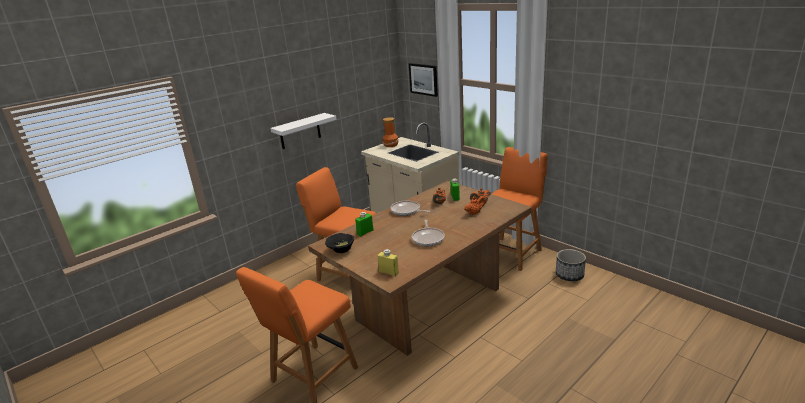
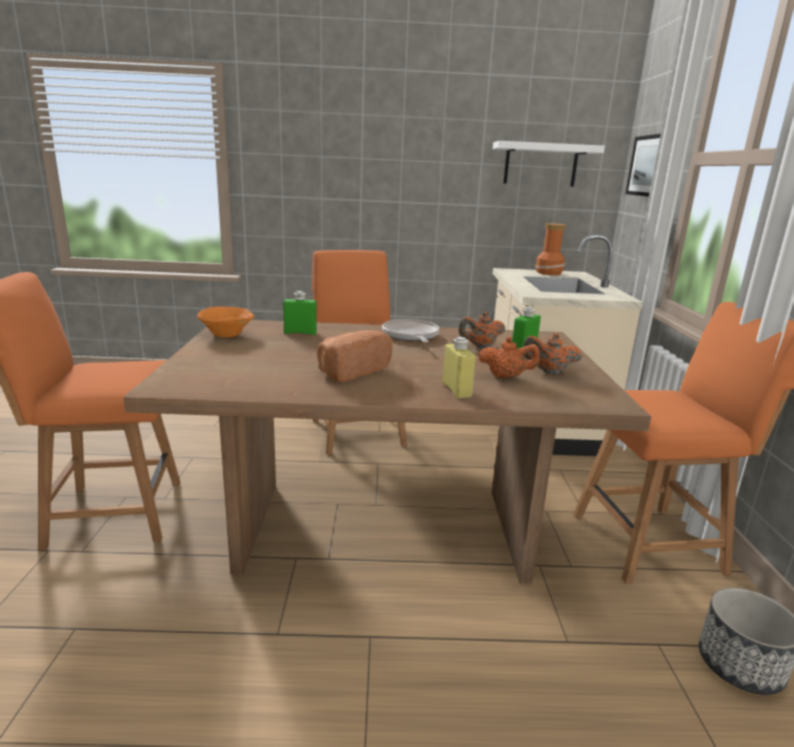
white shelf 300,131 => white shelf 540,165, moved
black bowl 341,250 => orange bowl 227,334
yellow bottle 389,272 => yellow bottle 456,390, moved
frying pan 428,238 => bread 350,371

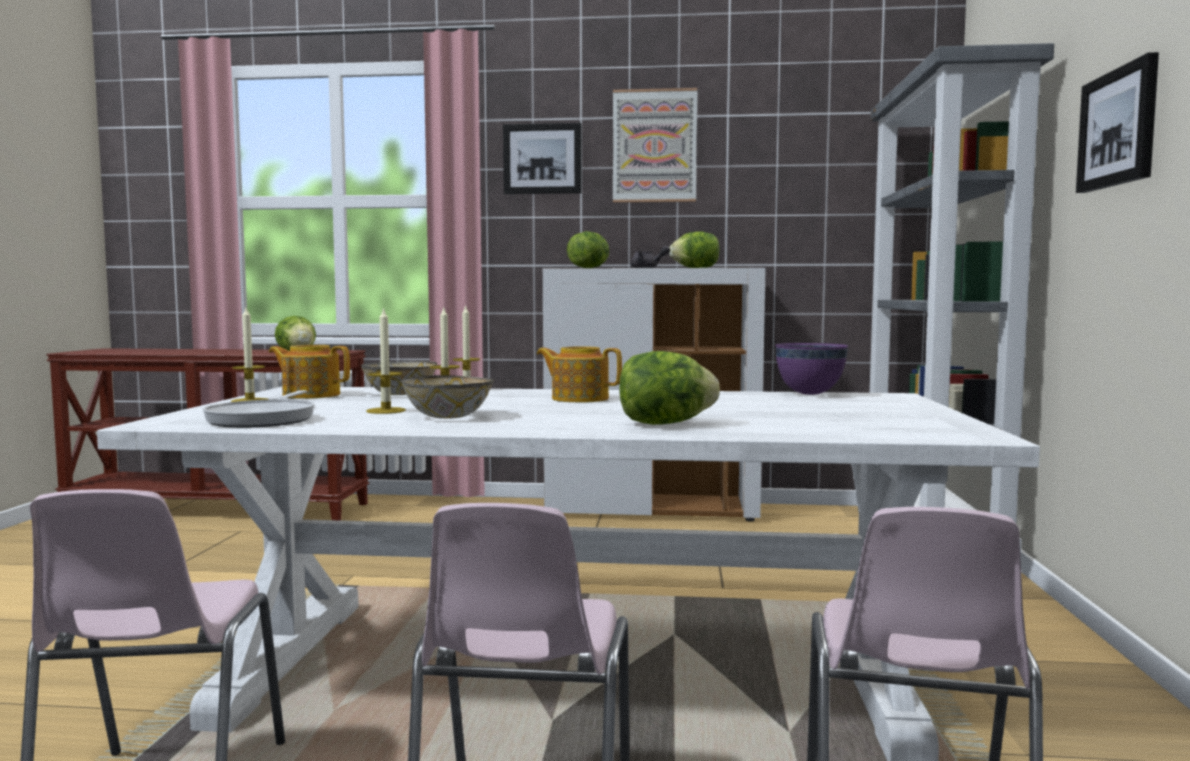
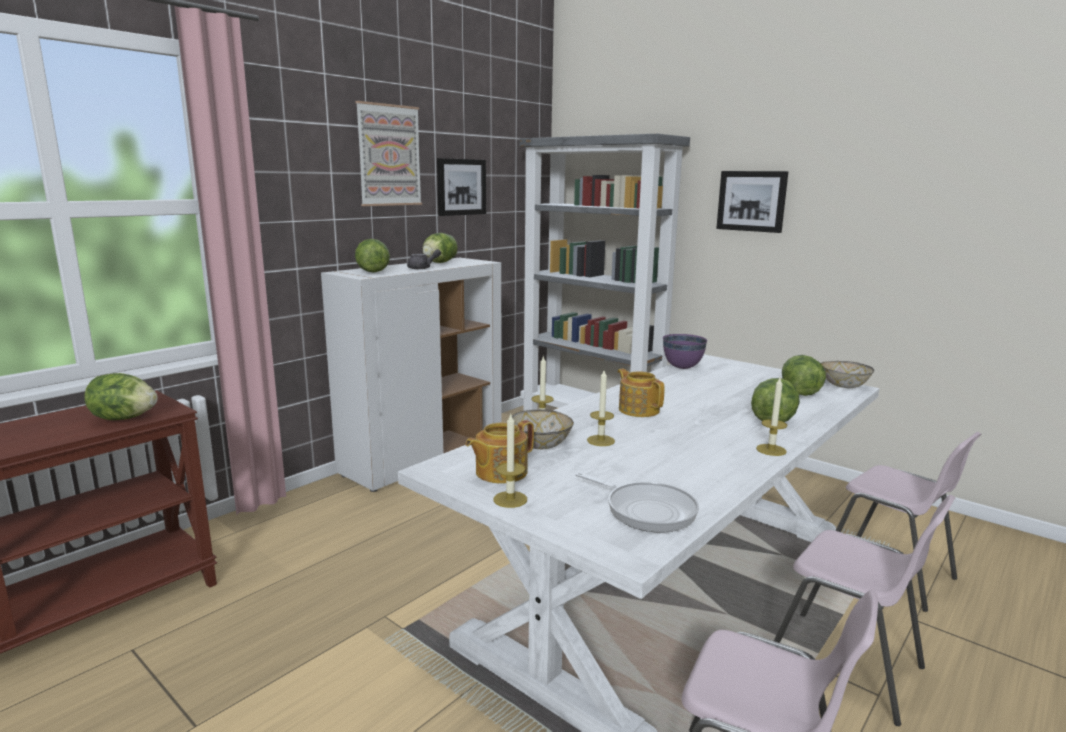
candle 386,411 => candle 771,450, moved
bowl 448,417 => bowl 844,386, moved
picture 542,159 => picture 460,187, moved
teapot 579,399 => teapot 638,410, 90 degrees clockwise
nothing => lettuce 799,392

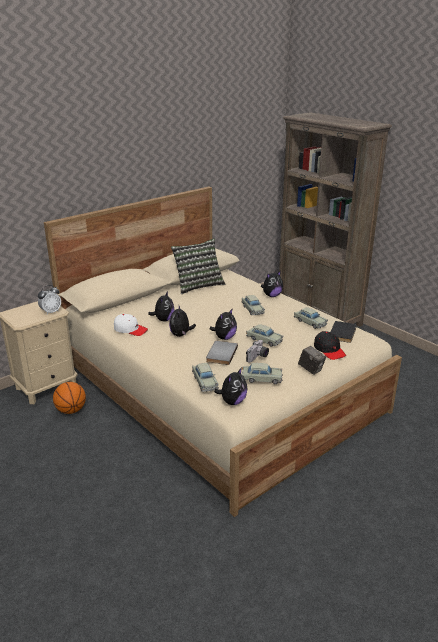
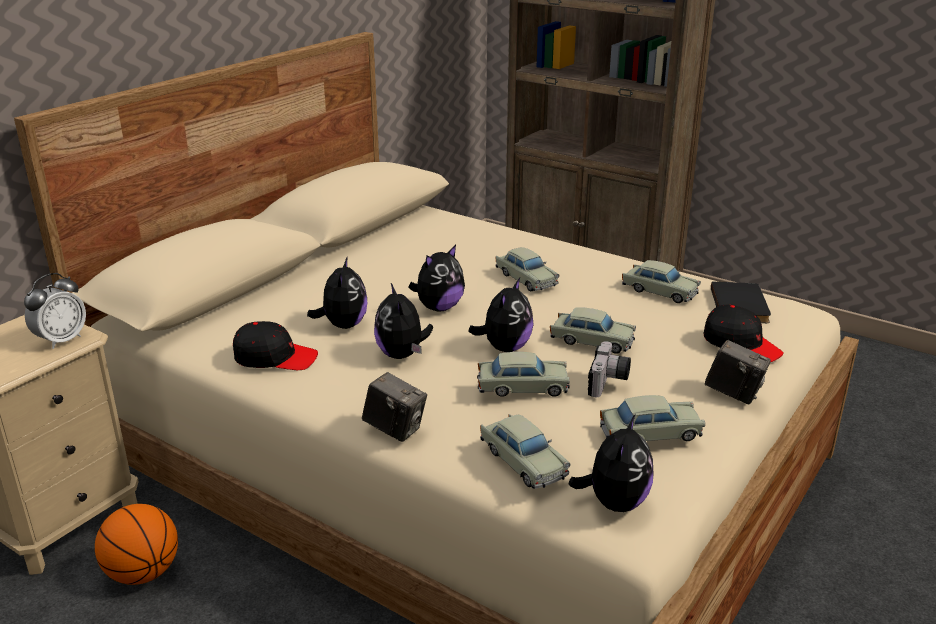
white cap 130,329 => black cap 275,357
pillow 198,285 => nothing
grey book 220,354 => beige toy car 522,387
plush toy 271,295 => plush toy 439,307, moved
nothing => photo camera 395,429

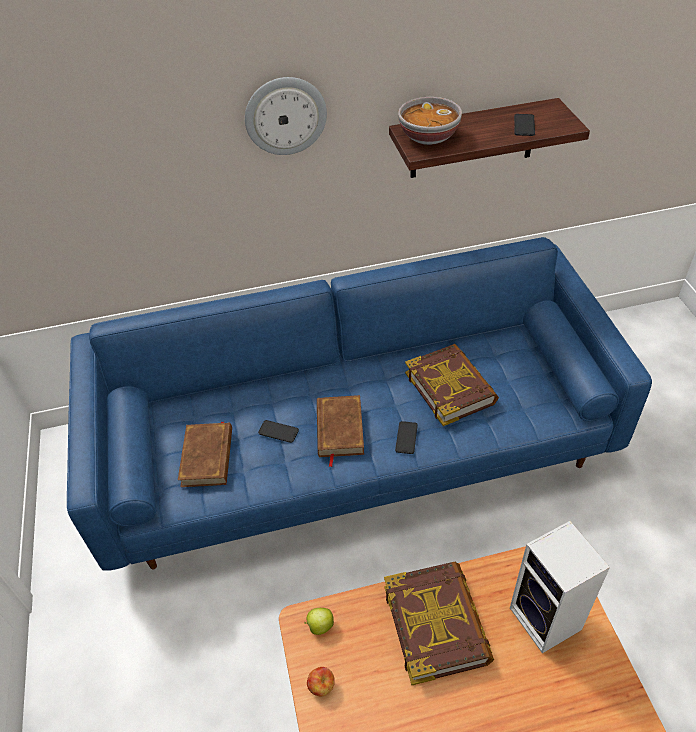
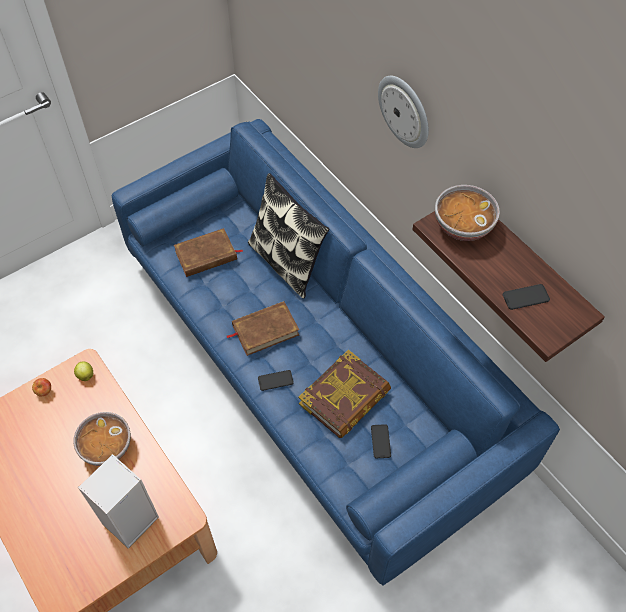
phone 278,431 => phone 380,441, moved
book 436,624 => bowl 106,447
nothing => pillow 287,262

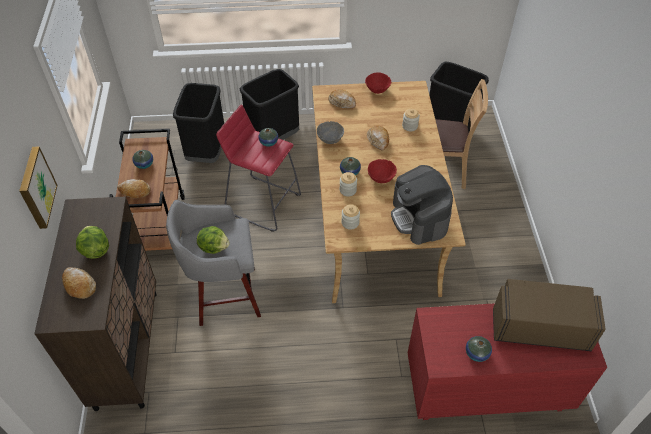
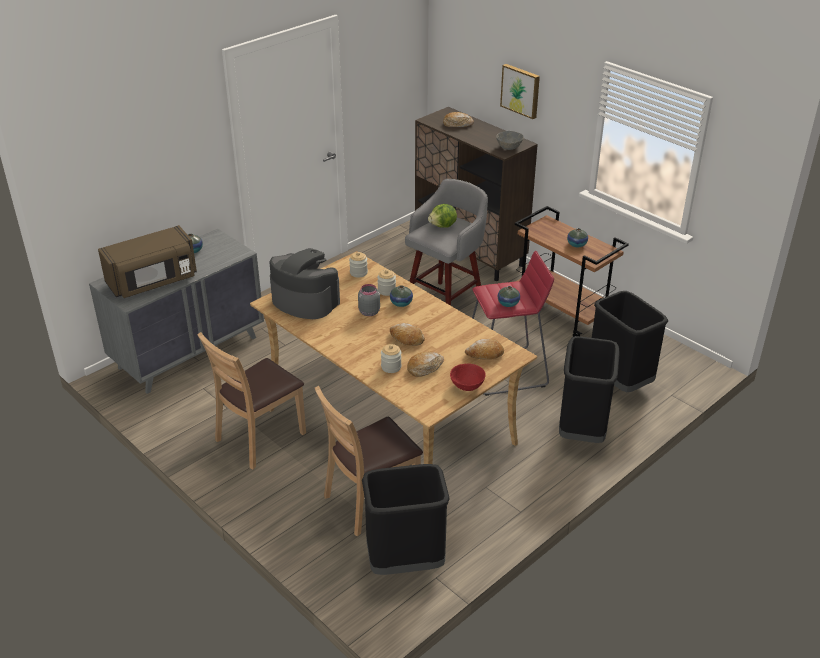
lettuce 95,250 => nothing
bread 135,192 => bread 425,368, moved
grey bowl 330,139 => grey bowl 509,147, moved
red bowl 381,178 => grey jar 368,312
red dresser 485,388 => grey dresser 189,352
nothing => brown chair 260,438

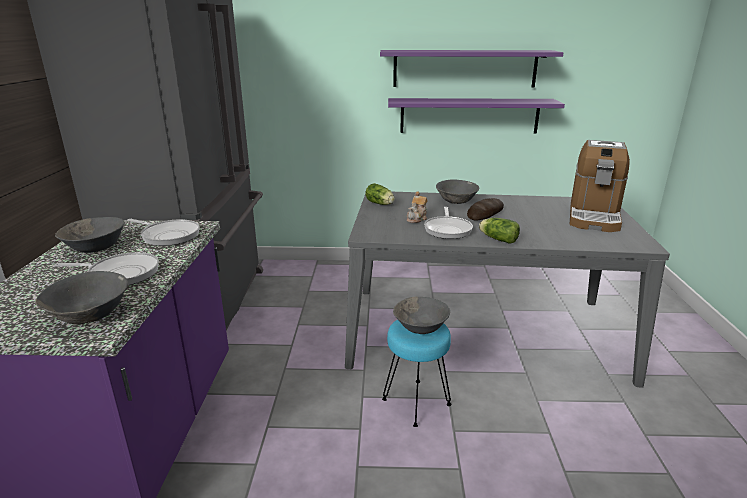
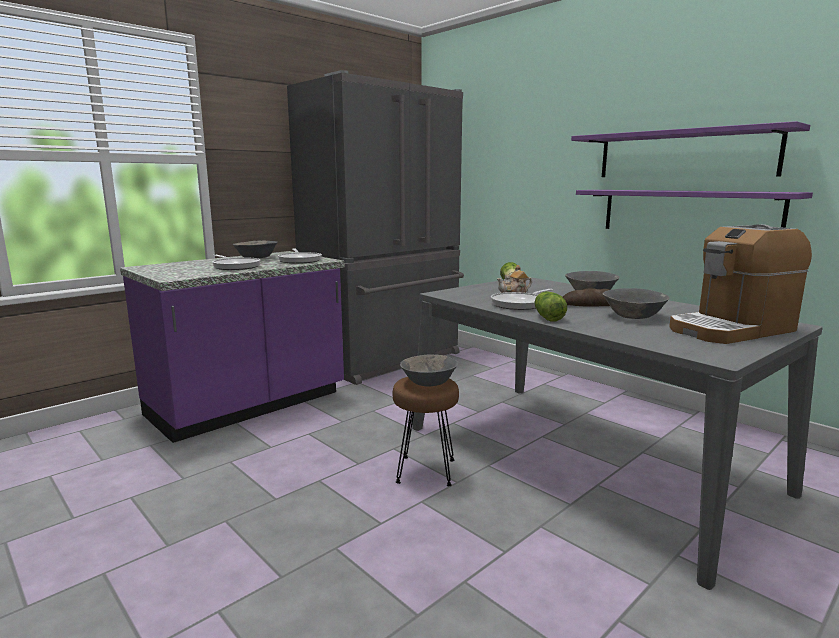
grey bowl 89,314 => grey bowl 633,316, moved
turquoise stool 415,402 => brown stool 425,471

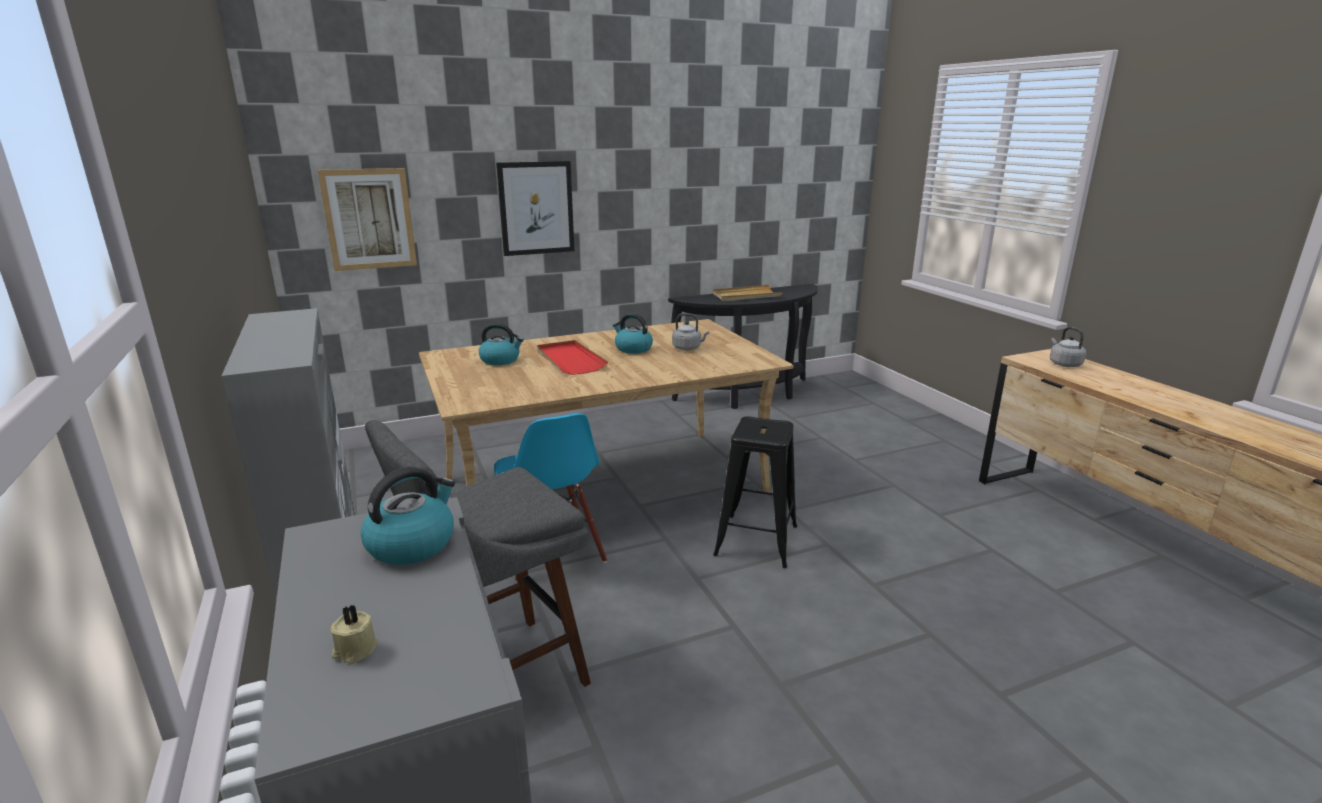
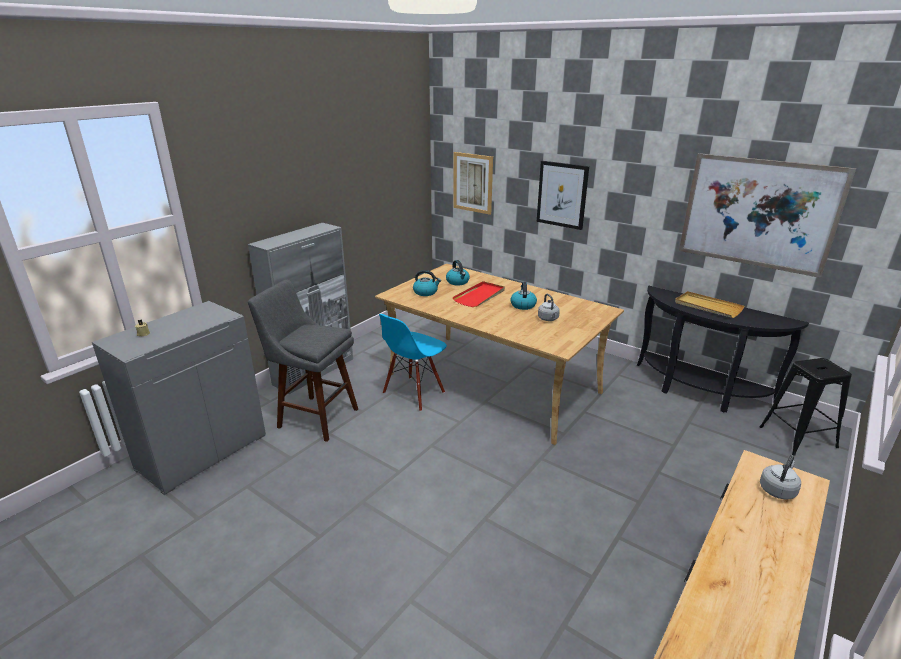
kettle 412,544 => kettle 426,292, moved
black stool 756,540 => black stool 797,437, moved
nothing => picture 758,213

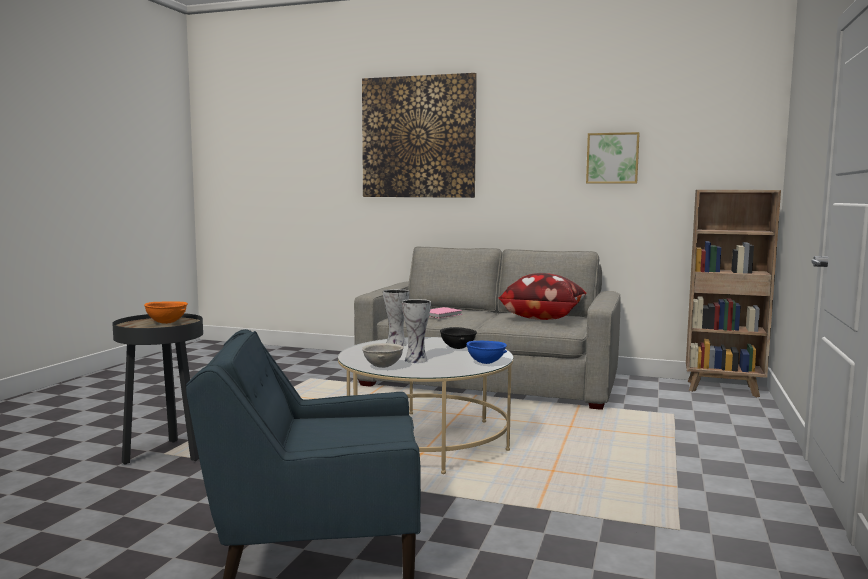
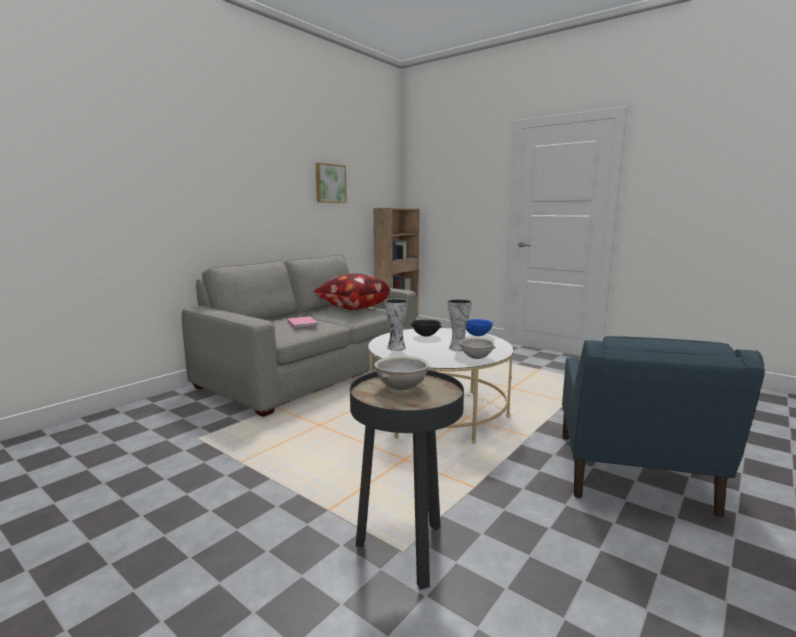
orange bowl 167,323 => grey bowl 400,388
picture 418,137 => nothing

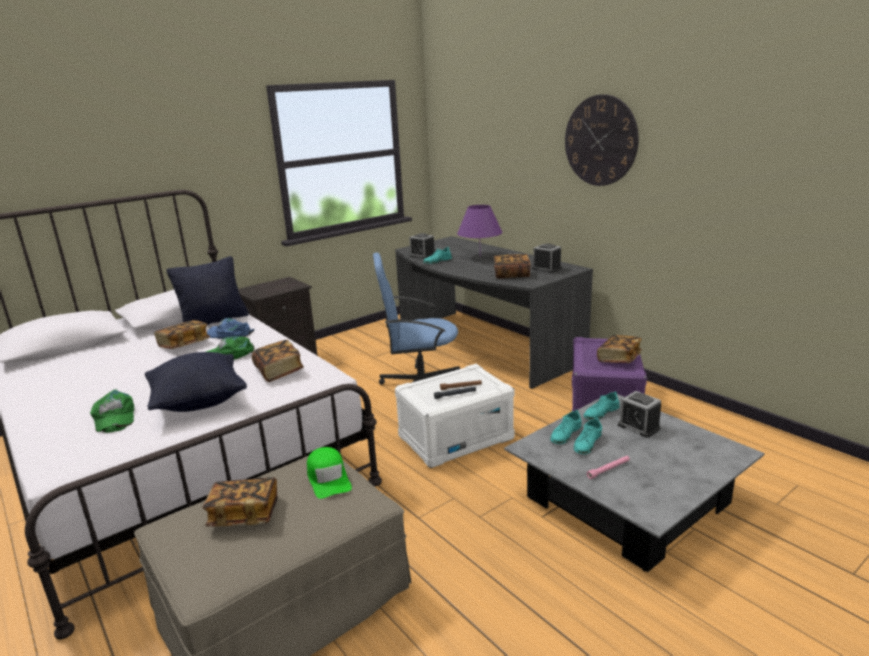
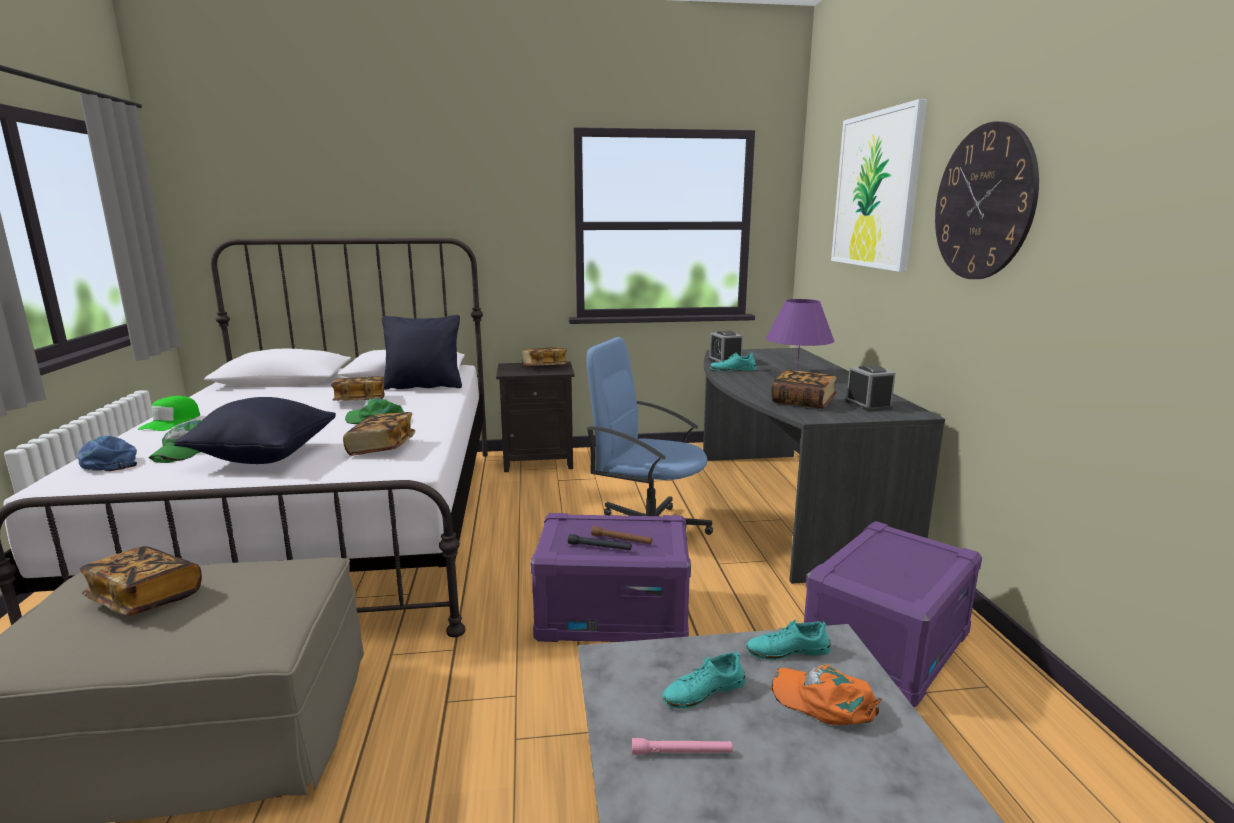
blue cap 229,334 => blue cap 109,461, moved
green cap 328,478 => green cap 171,422, moved
white storage box 456,437 => purple storage box 614,613
turquoise shoe 565,434 => nothing
book 619,358 => book 544,367, moved
alarm clock 638,427 => orange cap 824,701
nothing => picture 876,190

